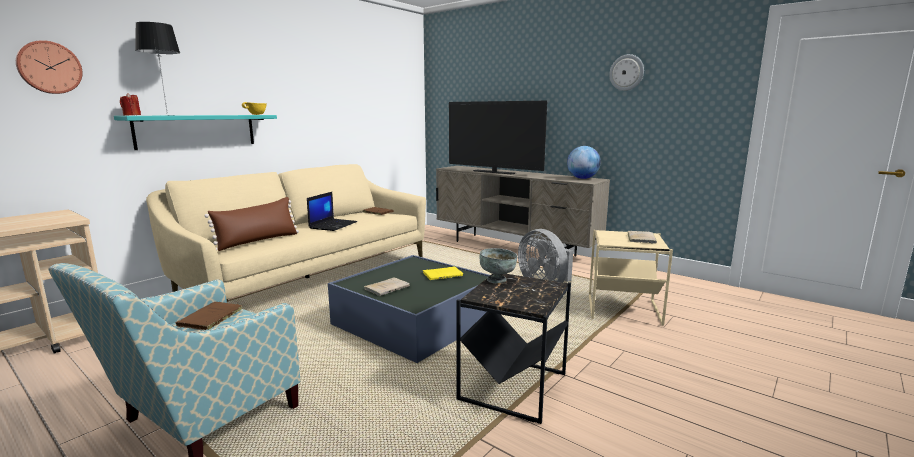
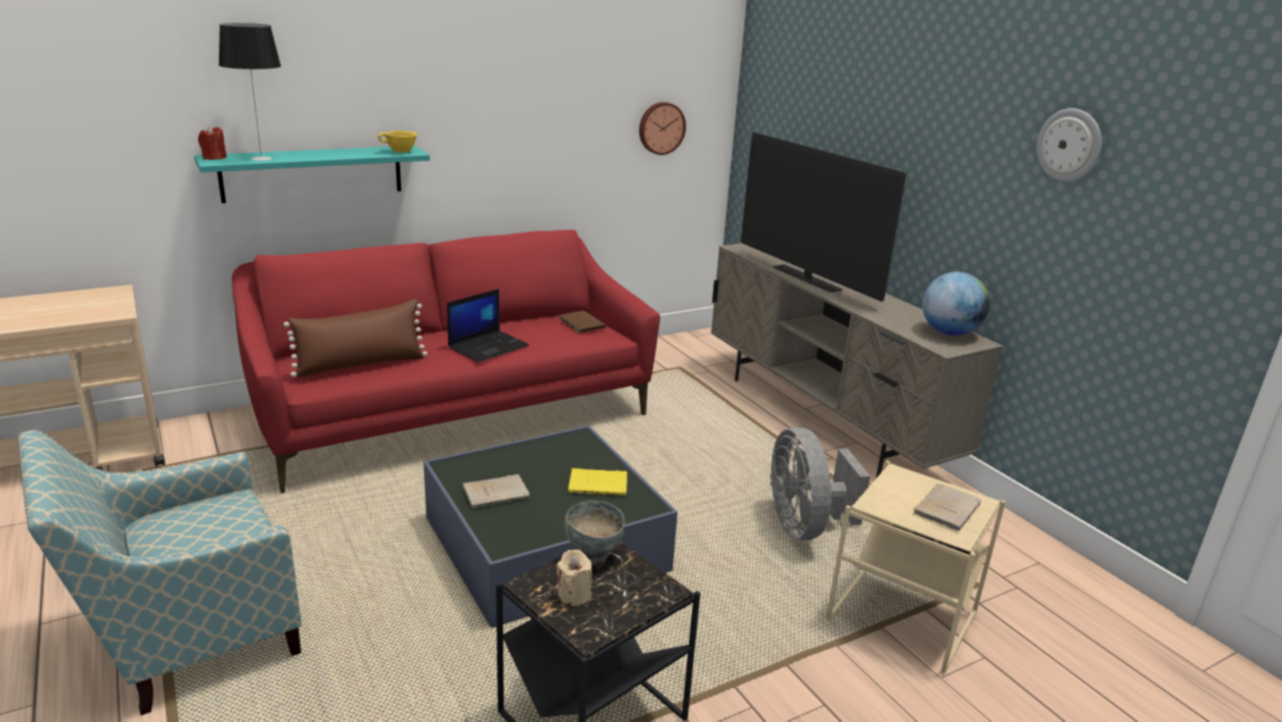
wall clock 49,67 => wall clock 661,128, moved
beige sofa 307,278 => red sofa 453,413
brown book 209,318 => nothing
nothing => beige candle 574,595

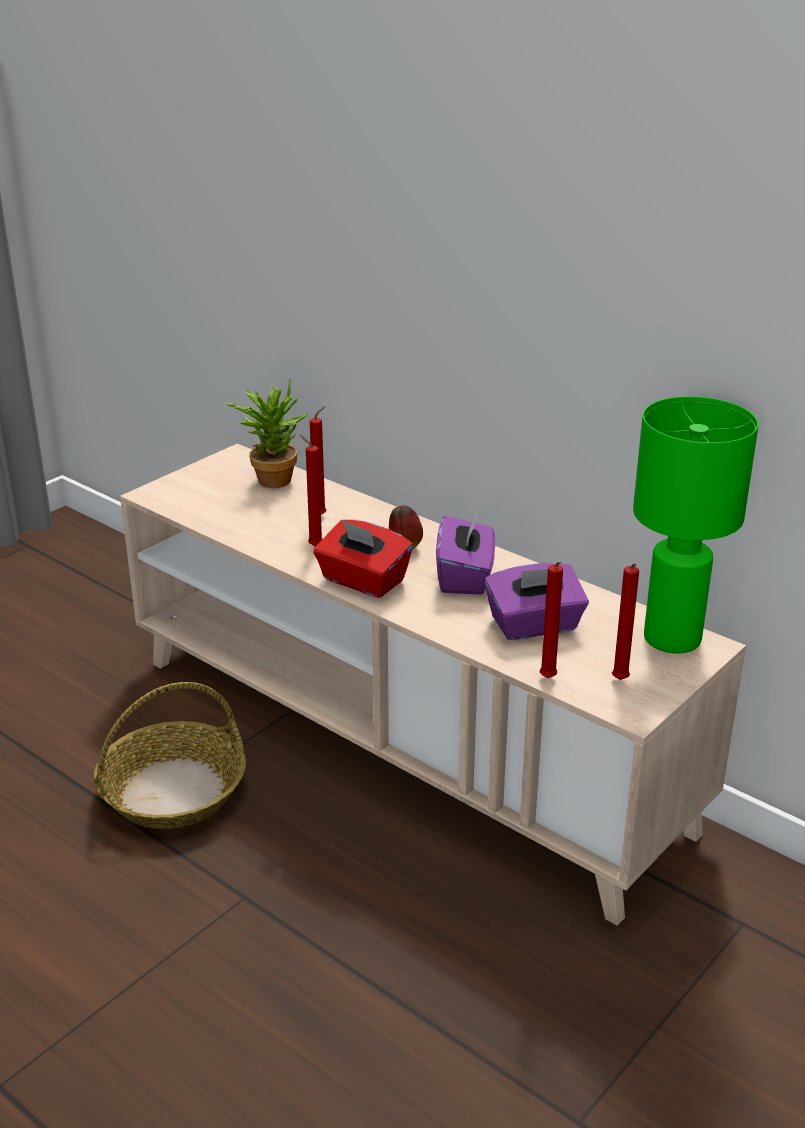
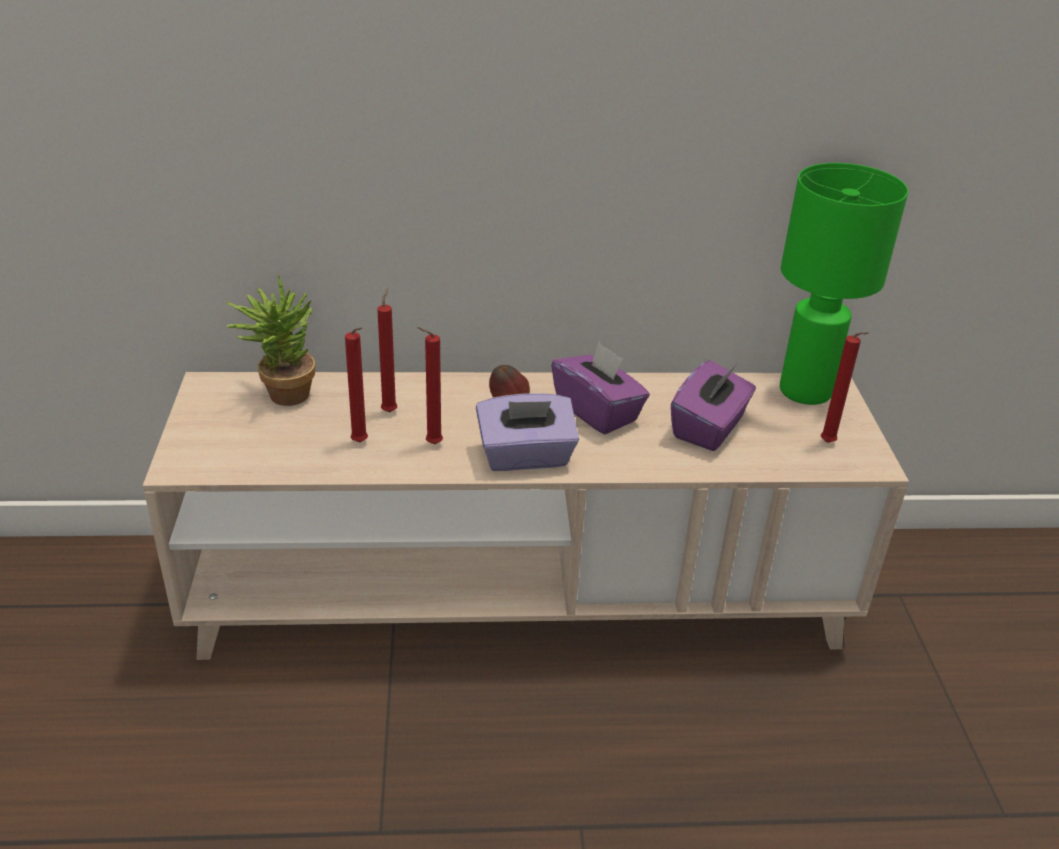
basket 173,790 => nothing
red tissue box 362,581 => purple tissue box 526,457
red candle 548,680 => red candle 361,443, moved

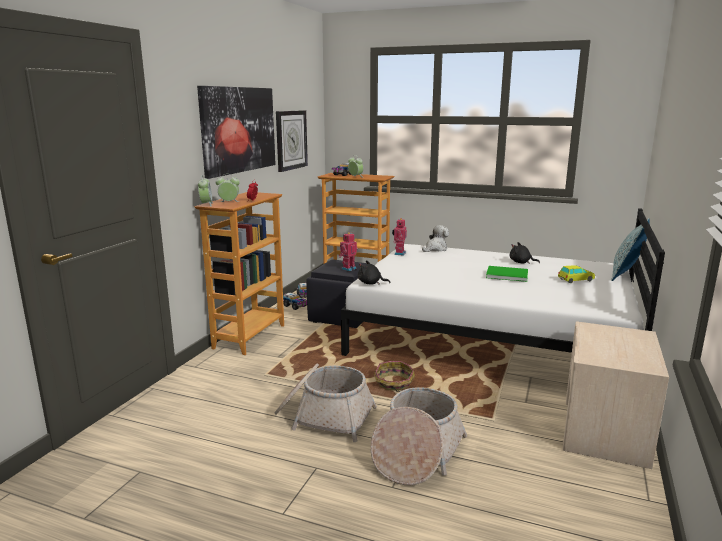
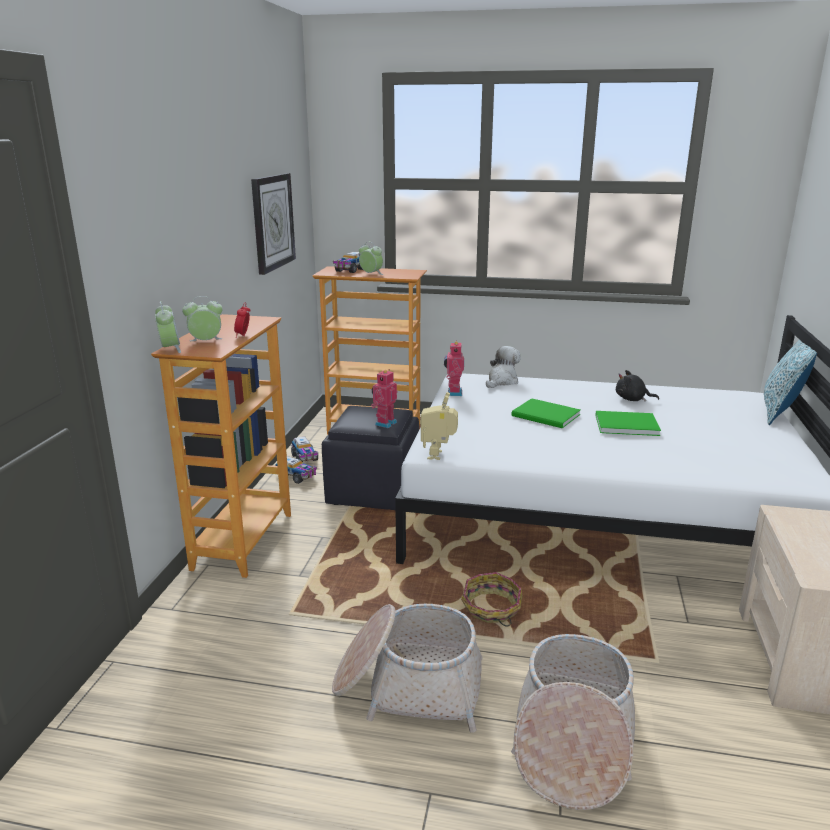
picture 238,130 => nothing
black plush toy 371,283 => toy robot 438,455
toy car 575,280 => nothing
nothing => green book 546,416

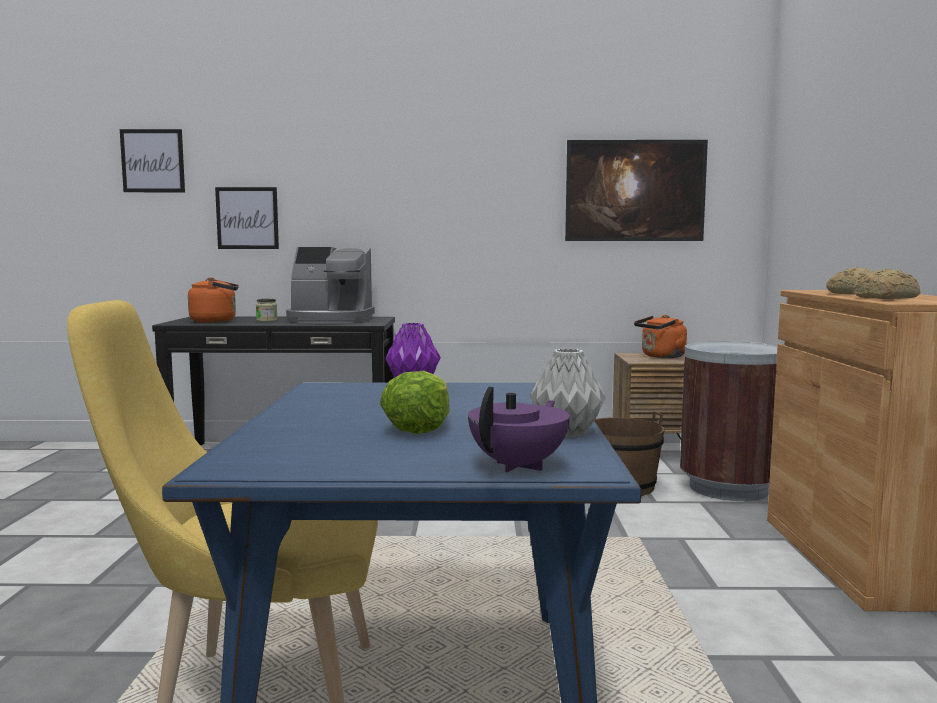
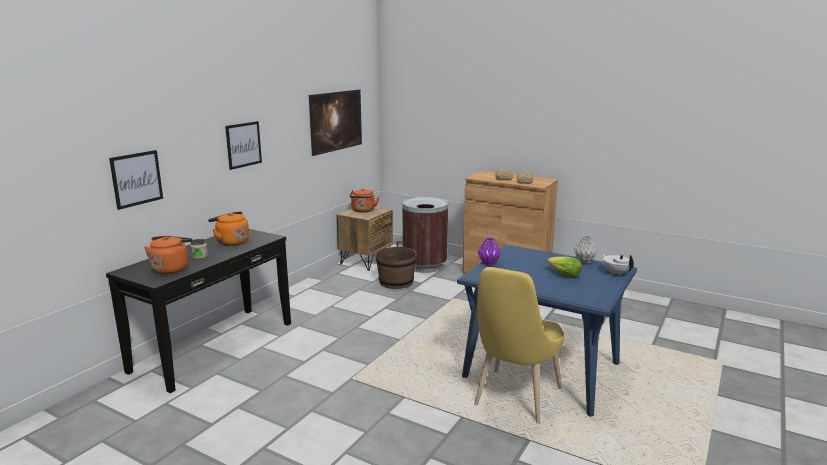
picture 153,161 => picture 243,145, moved
coffee machine 330,320 => orange kettle 231,242
purple teapot 519,465 => white teapot 616,273

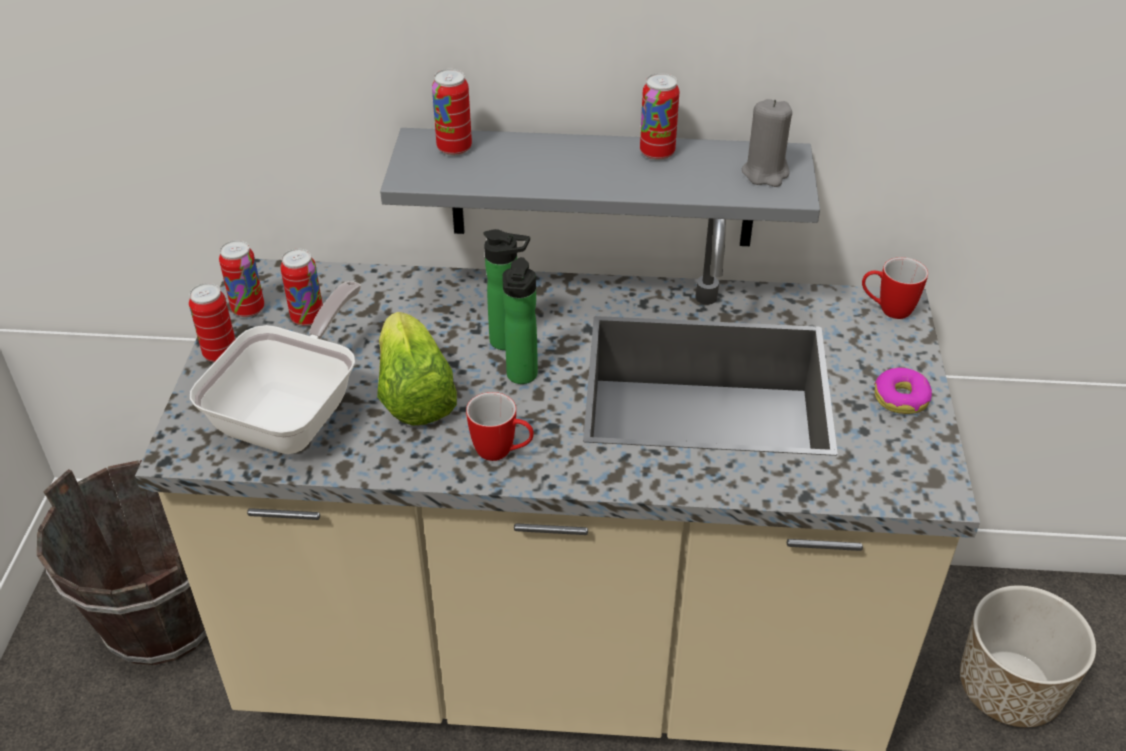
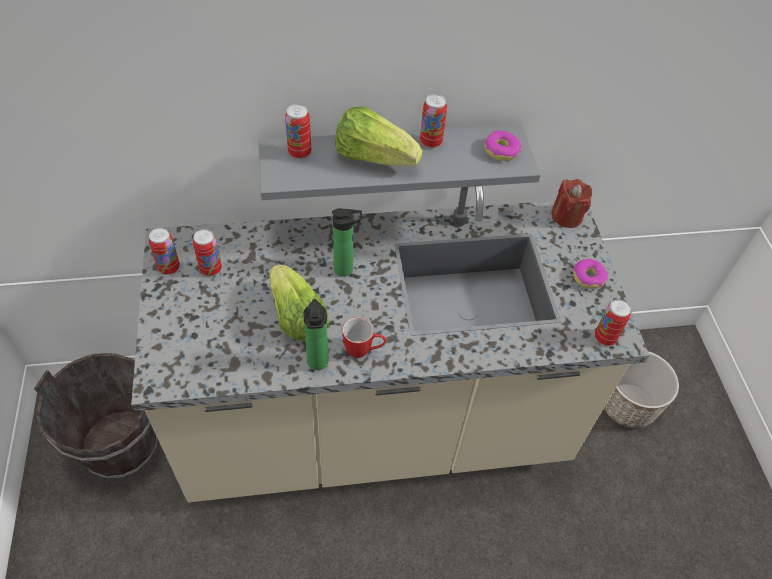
can 220,353 => can 605,338, moved
frying pan 295,413 => nothing
bottle 521,377 => bottle 318,364, moved
grey candle 765,173 => donut 501,150
mug 886,310 => red candle 567,216
nothing => lettuce 373,157

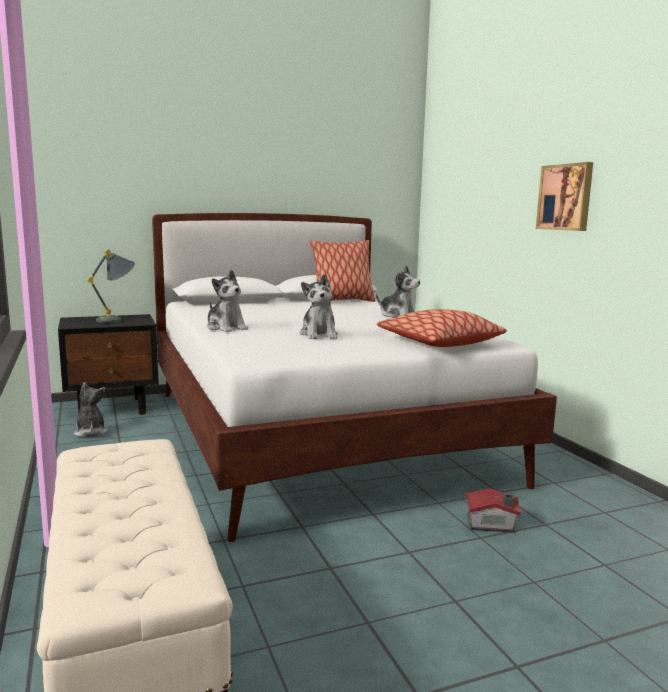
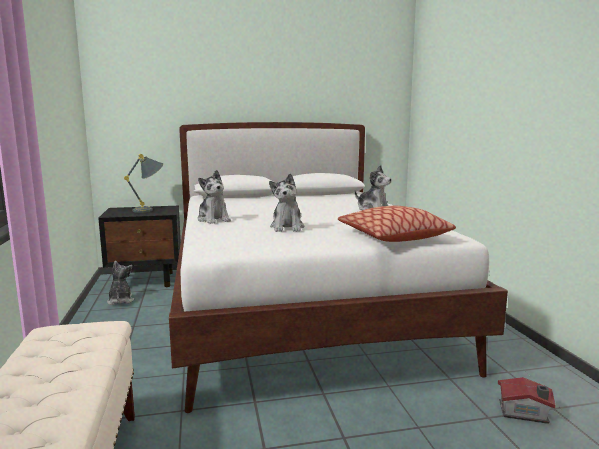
pillow 342,301 => nothing
toy house 492,525 => toy house 524,413, moved
picture 566,197 => nothing

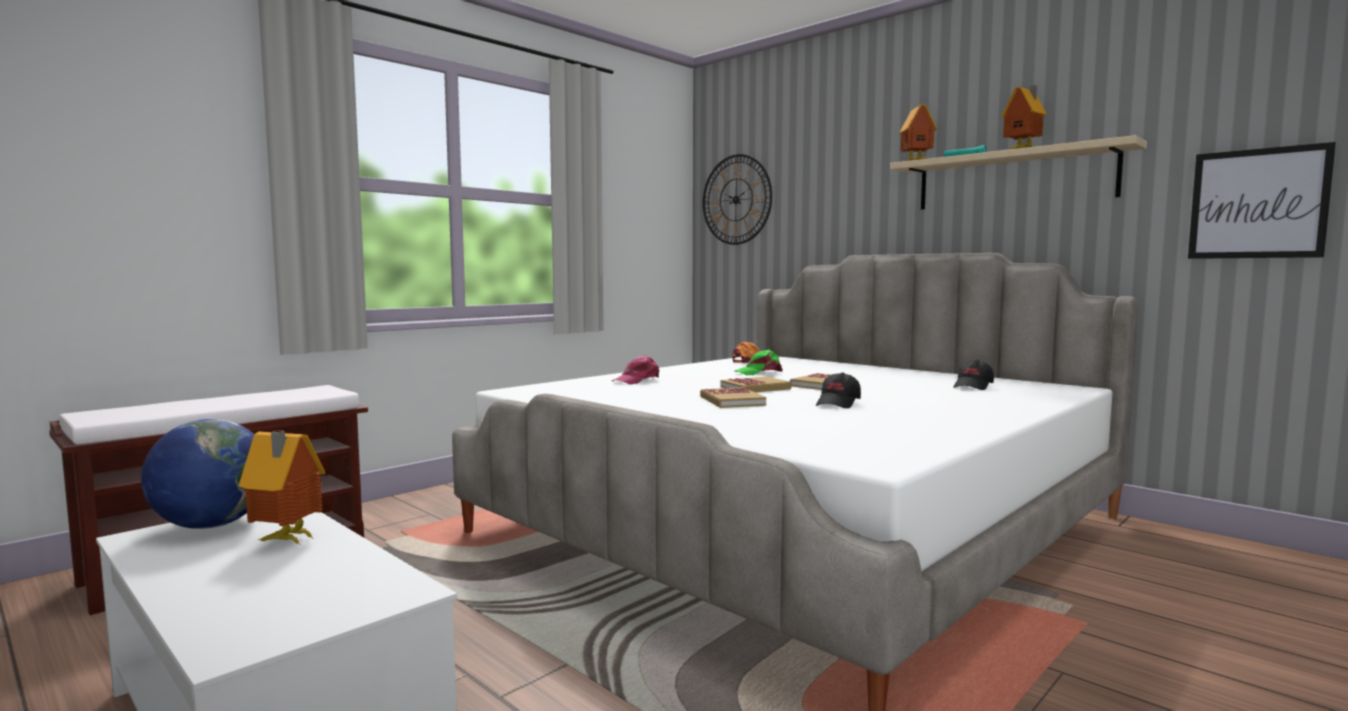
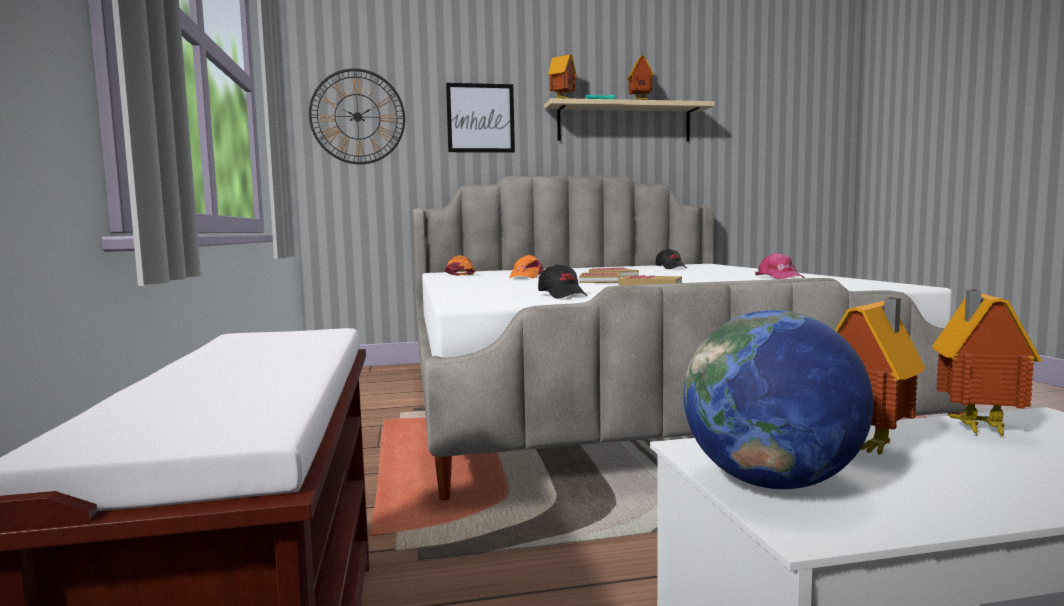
pink cap 637,380 => pink cap 779,277, moved
green cap 759,372 => orange cap 526,277
black cap 838,404 => black cap 562,295, moved
picture 1257,203 => picture 480,118, moved
nothing => toy house 975,428

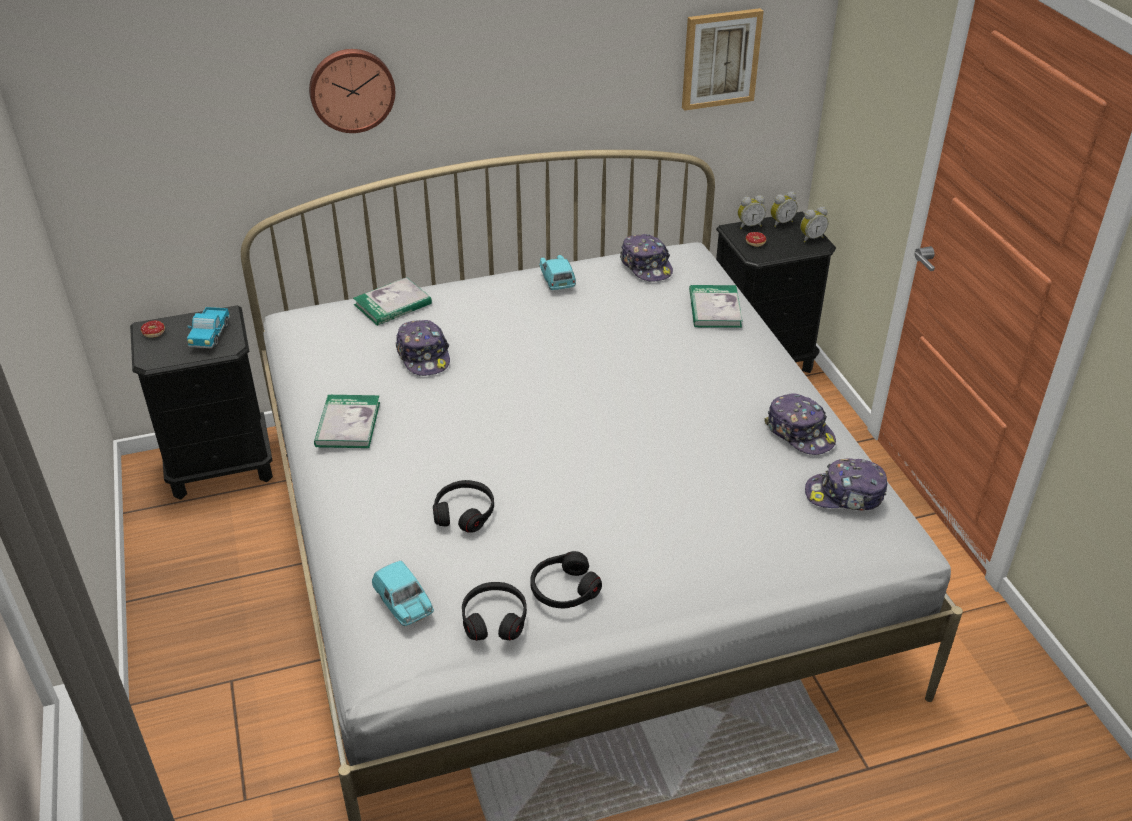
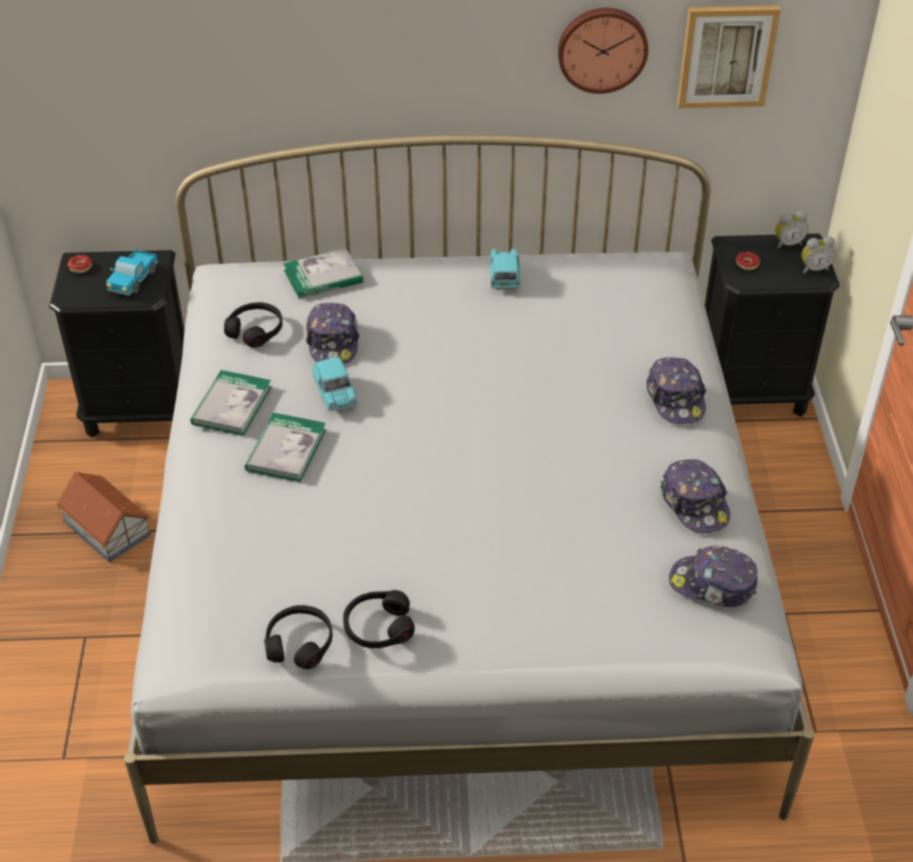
wall clock 351,89 => wall clock 602,48, moved
turquoise toy car 404,605 => turquoise toy car 335,395, moved
black headphones 464,512 => black headphones 255,330, moved
cap 646,266 => cap 675,398, moved
book 714,309 => book 286,450, moved
alarm clock 749,225 => nothing
nothing => toy house 107,527

